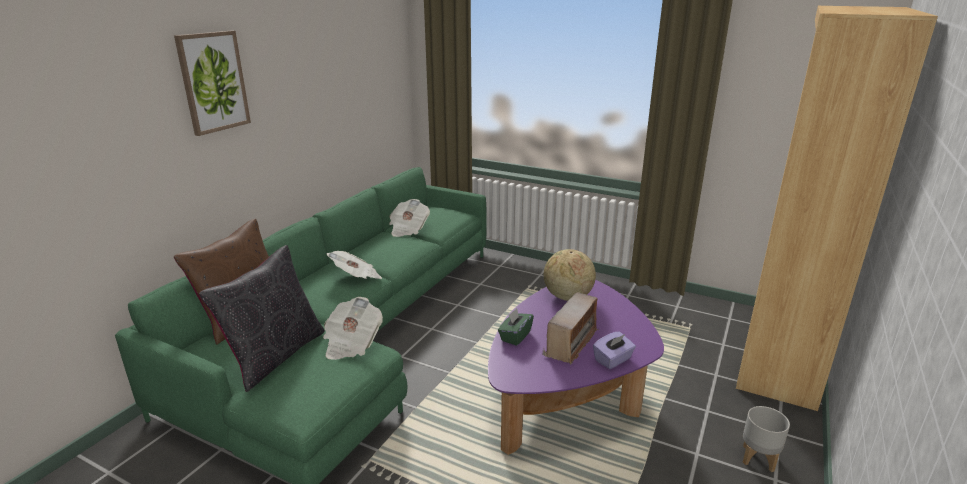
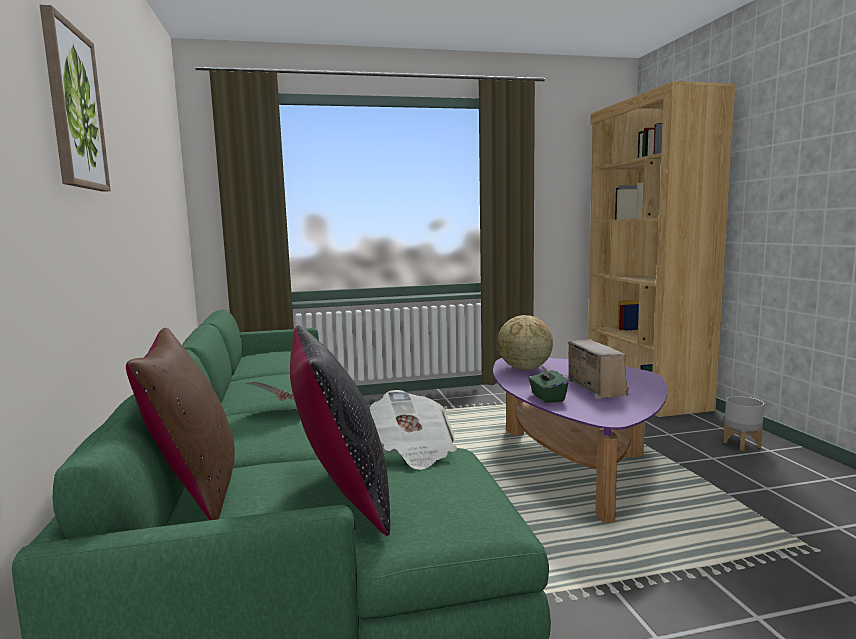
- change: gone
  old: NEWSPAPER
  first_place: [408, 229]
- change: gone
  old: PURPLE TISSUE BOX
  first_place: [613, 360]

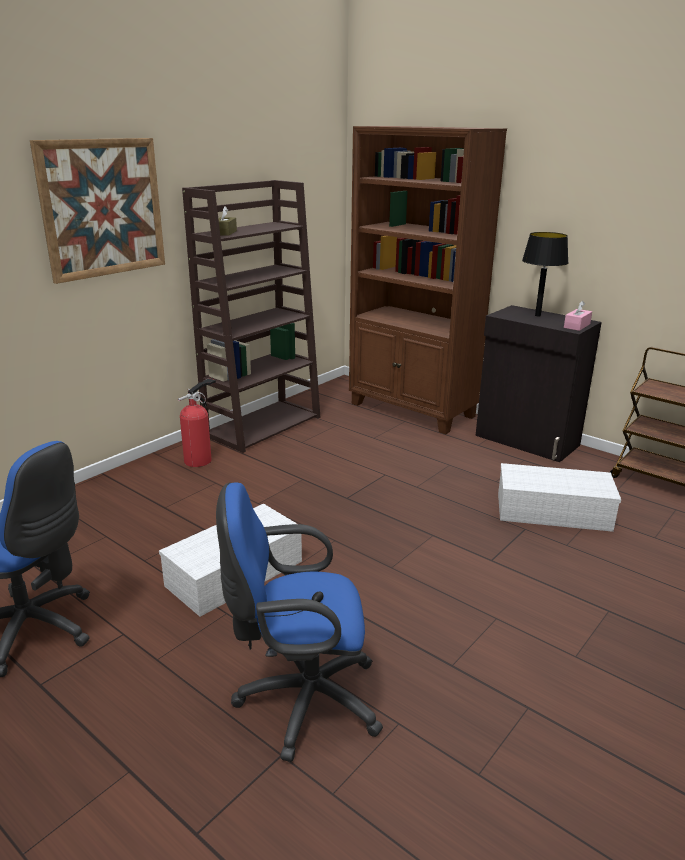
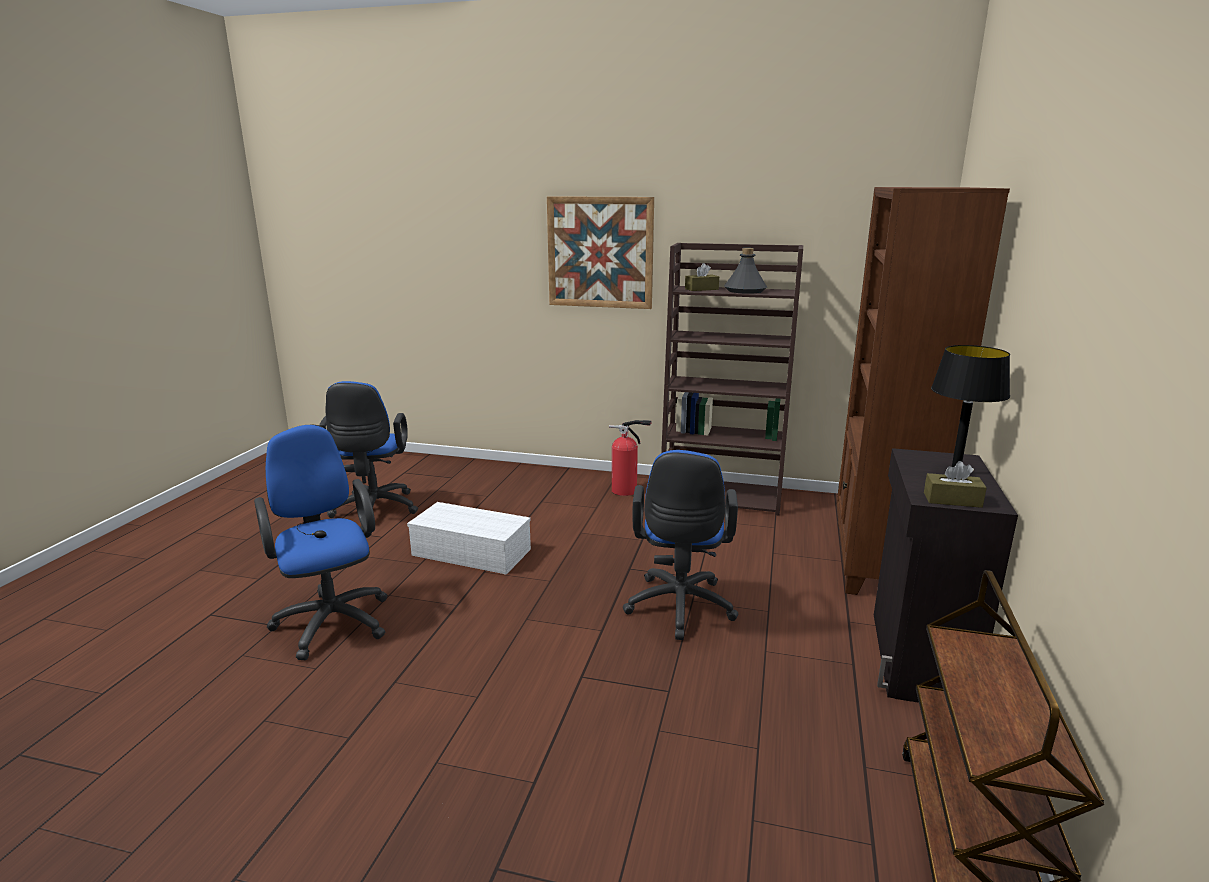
- change: gone
  old: WHITE STORAGE BIN
  first_place: [554, 511]
- change: new
  new: BLUISH COMPUTER CHAIR
  second_place: [679, 610]
- change: new
  new: GREY BEVERAGE BOTTLE
  second_place: [744, 291]
- change: repainted
  old: PINKISH TISSUE BOX
  new: BROWNISH TISSUE BOX
  first_place: [577, 326]
  second_place: [952, 500]

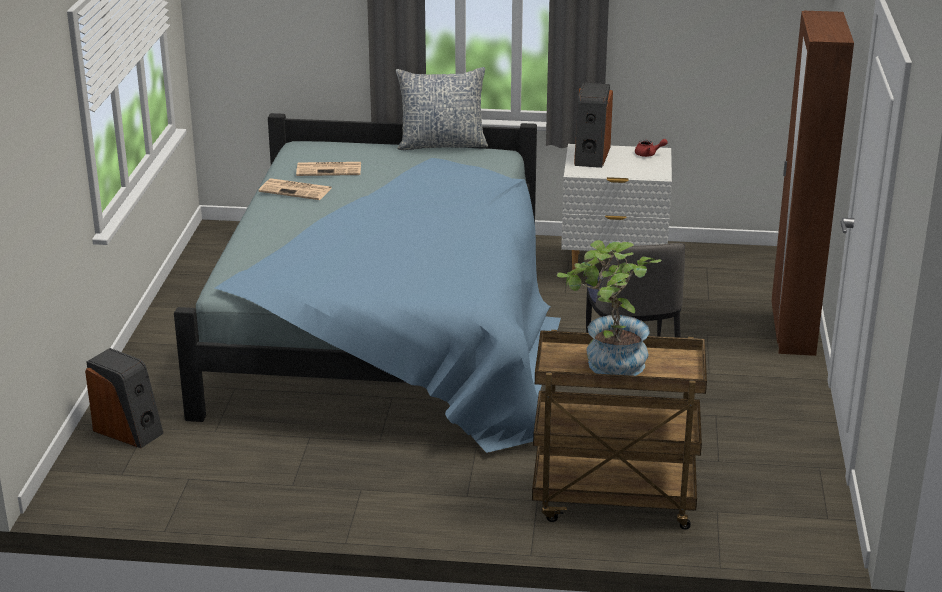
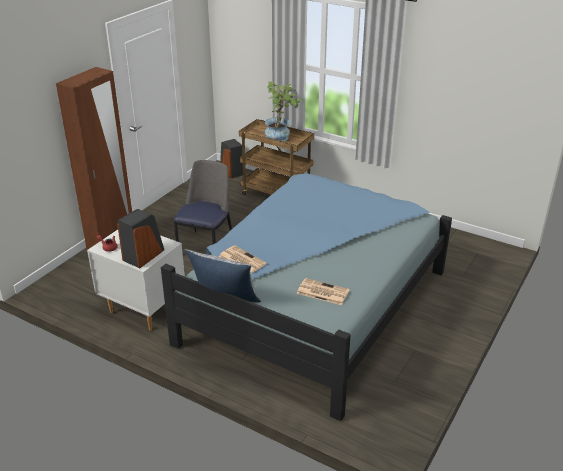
- change: shifted
  old: SPEAKER
  first_place: [128, 431]
  second_place: [231, 171]
- change: shifted
  old: NEWSPAPER
  first_place: [296, 190]
  second_place: [241, 260]

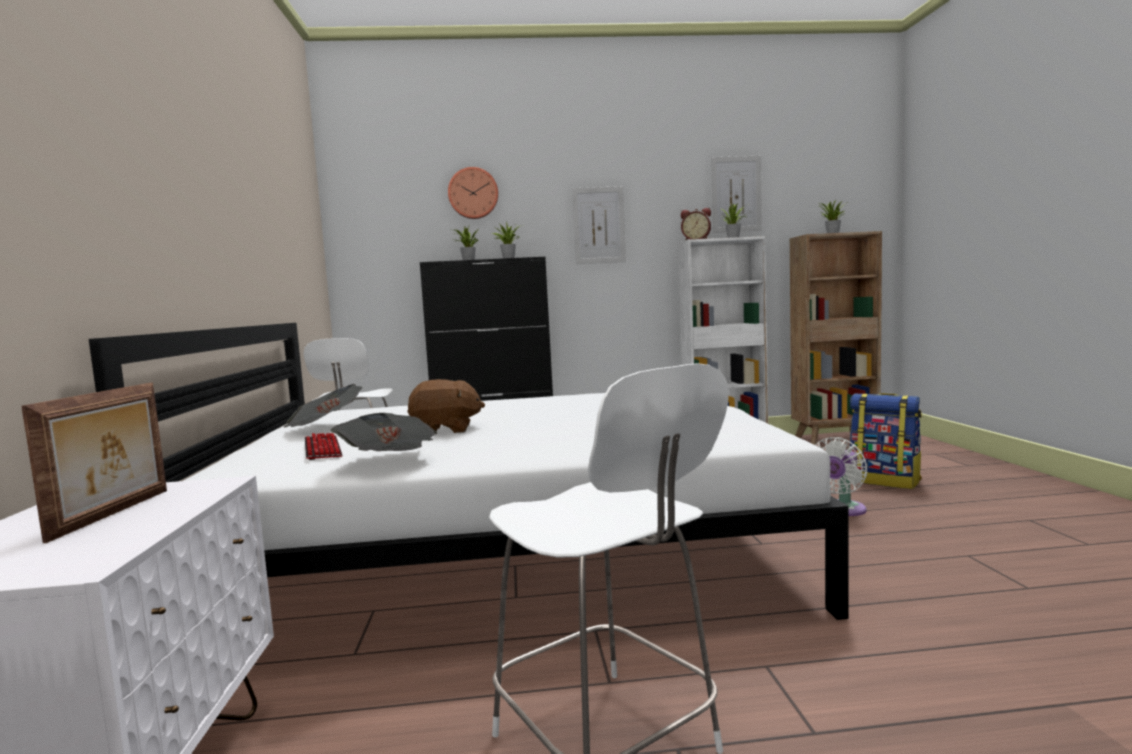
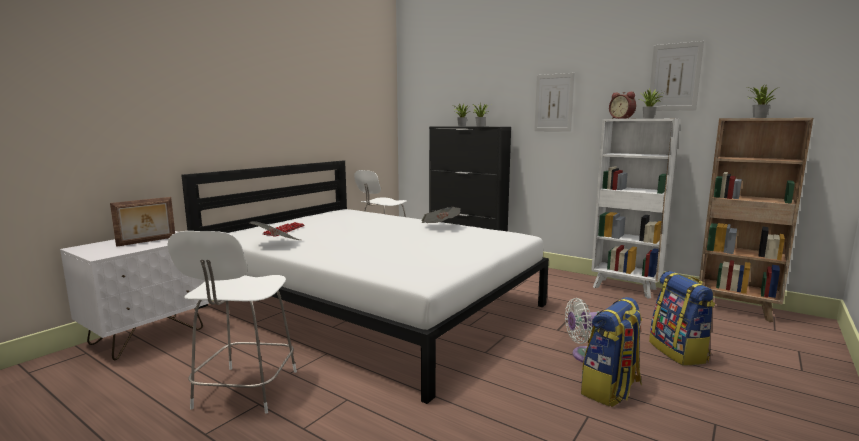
- change: gone
  old: BROWNISH SOFT TOY
  first_place: [445, 430]
- change: gone
  old: CLOCK ON THE WALL
  first_place: [473, 193]
- change: new
  new: BACKPACK
  second_place: [611, 390]
- change: shifted
  old: NEWSPAPER
  first_place: [325, 427]
  second_place: [440, 226]

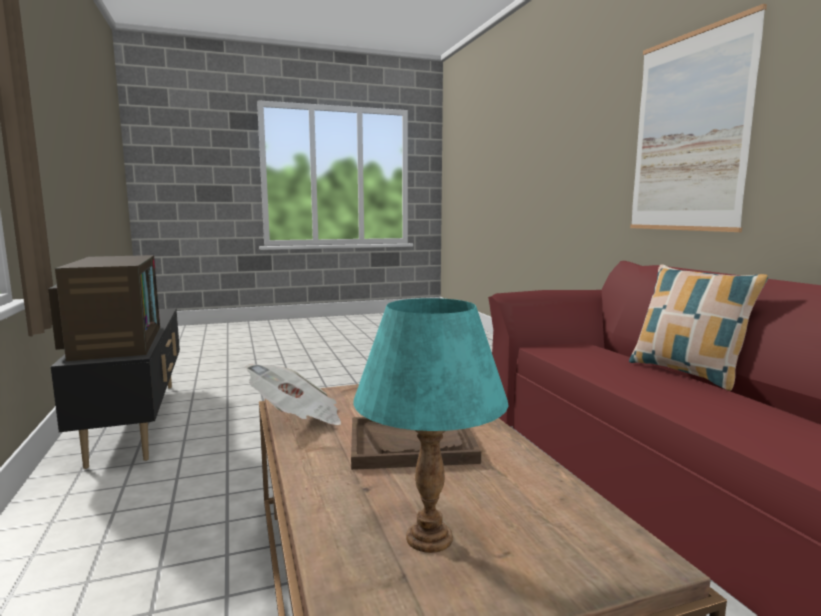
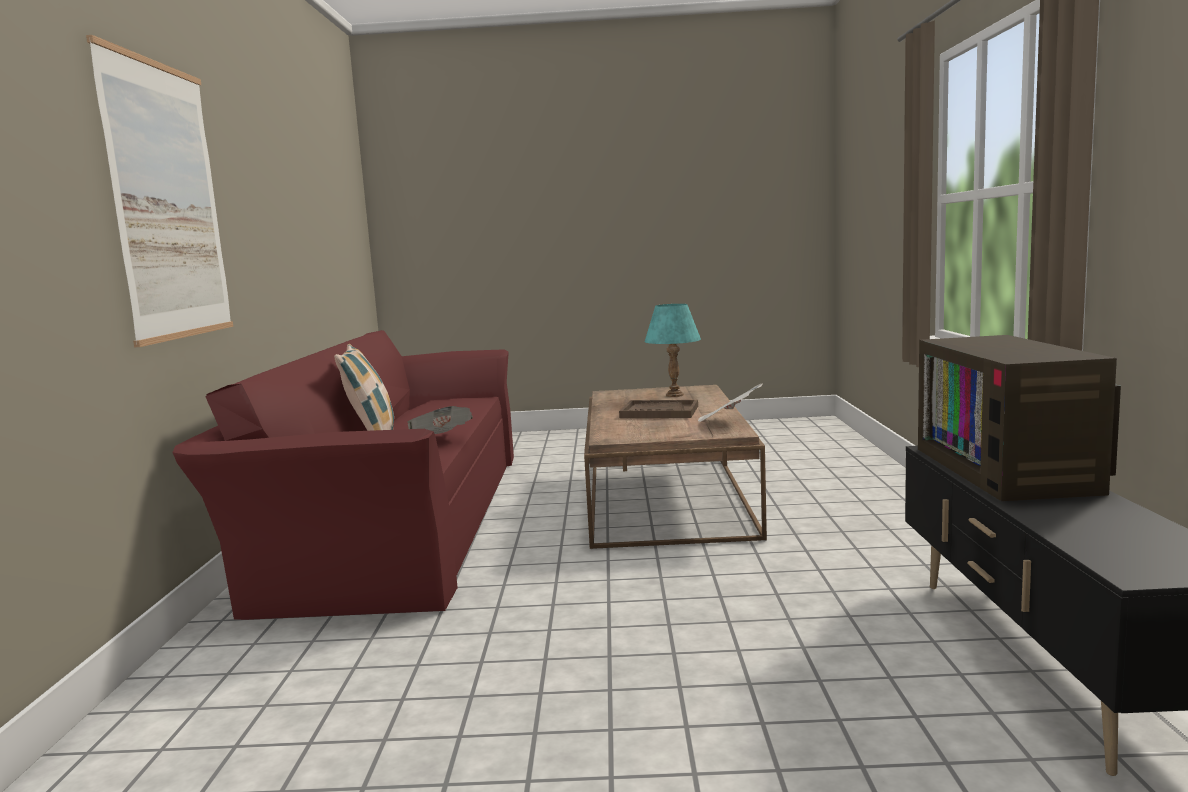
- change: new
  new: NEWSPAPER
  second_place: [441, 440]

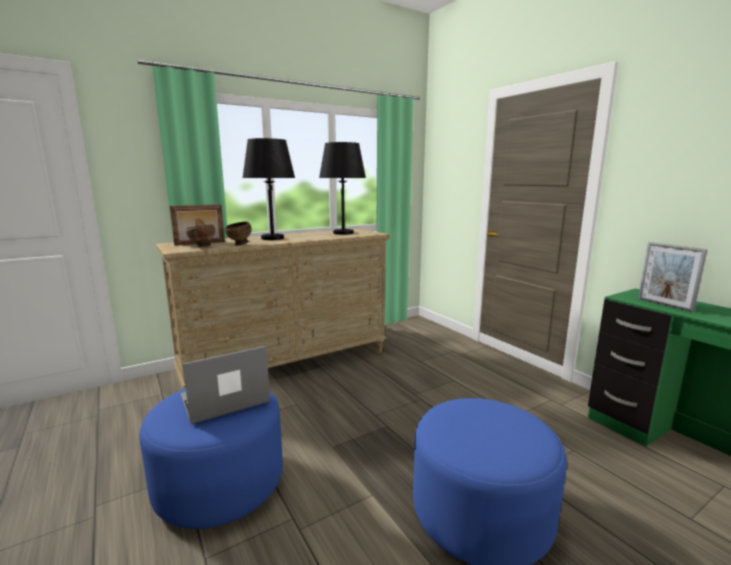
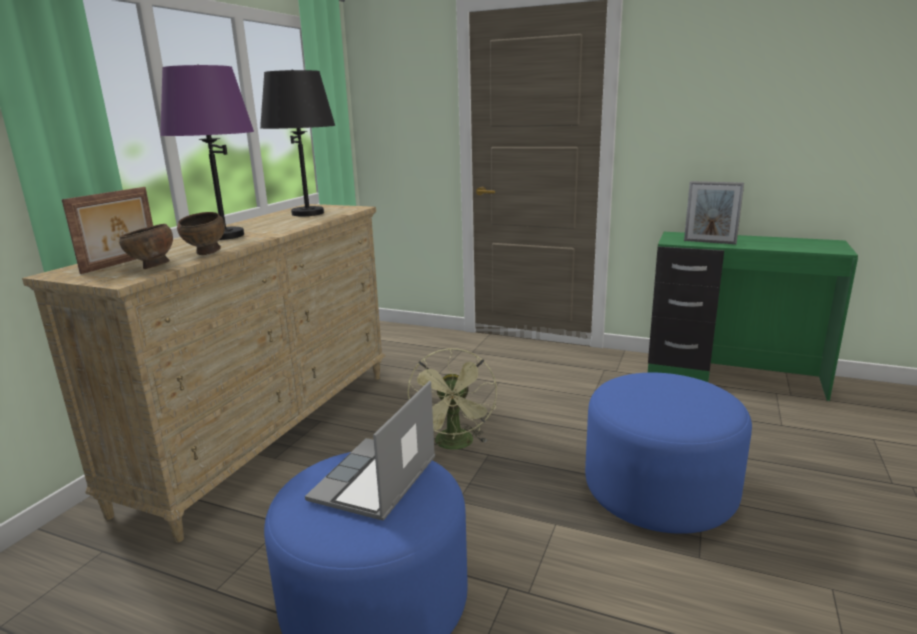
- change: new
  new: GREEN-COLOURED FAN
  second_place: [456, 445]
- change: repainted
  old: BLACK-COLOURED TABLE LAMP
  new: PURPLE TABLE LAMP
  first_place: [272, 238]
  second_place: [224, 236]

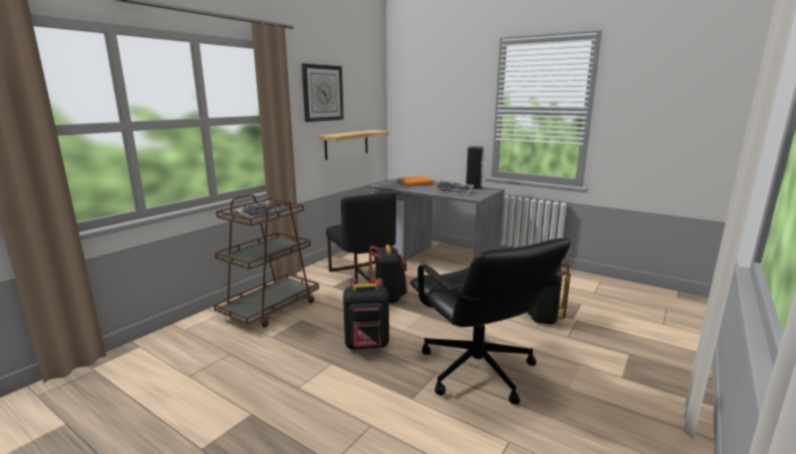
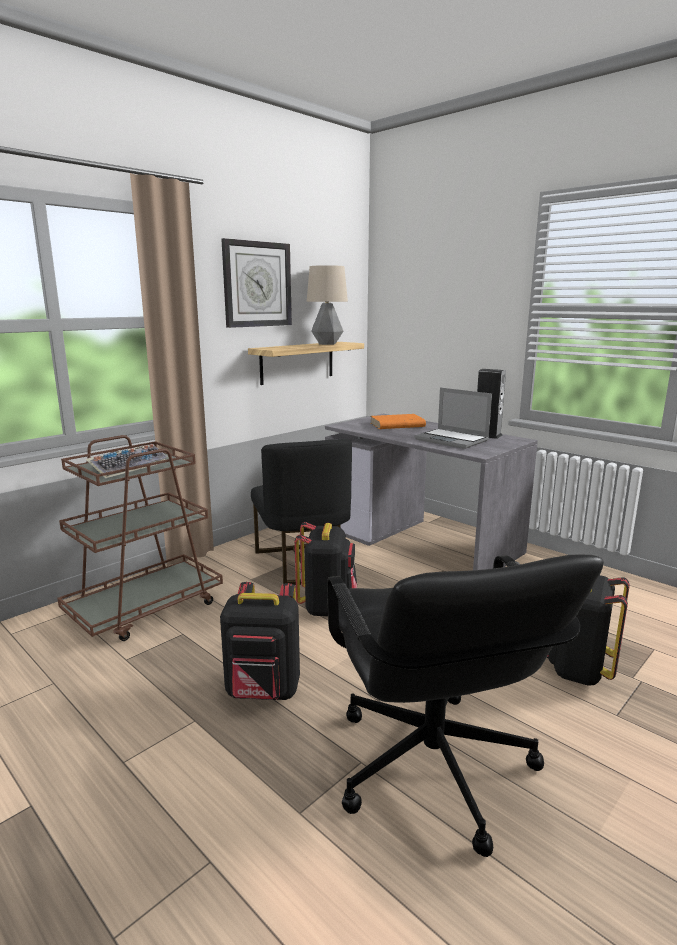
- change: new
  new: TABLE LAMP
  second_place: [327, 344]
- change: swapped
  old: PC KEYBOARD
  new: PORTABLE COMPUTER
  first_place: [454, 191]
  second_place: [453, 440]

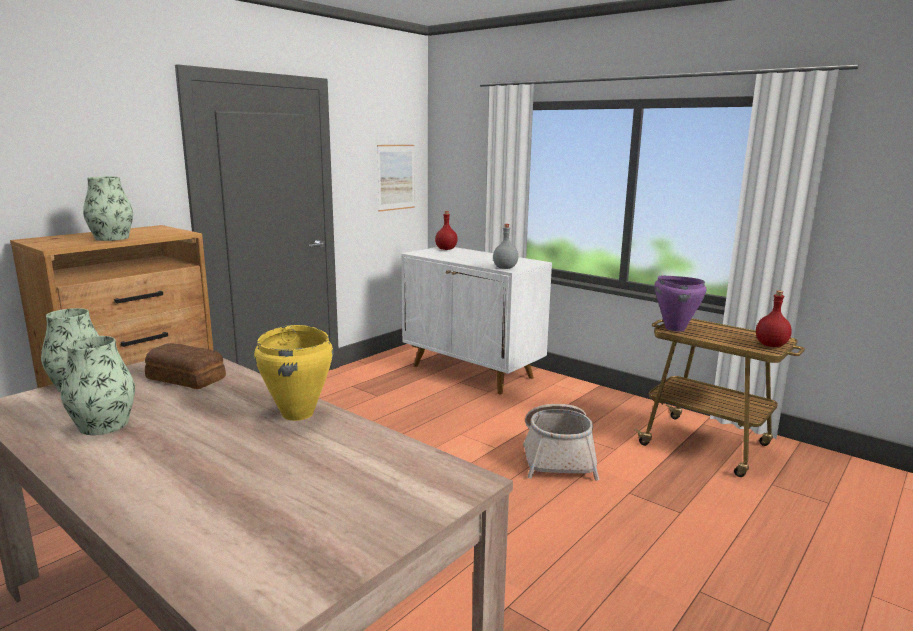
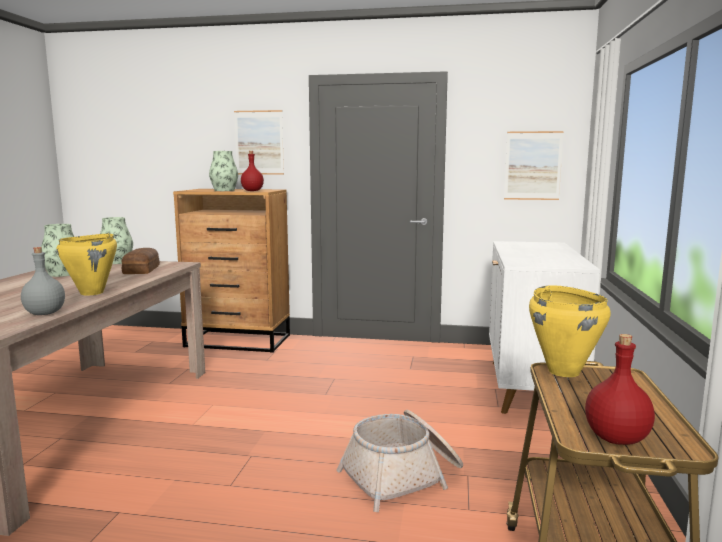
- change: new
  new: WALL ART
  second_place: [259, 142]
- change: shifted
  old: REDDISH BEVERAGE BOTTLE
  first_place: [446, 249]
  second_place: [252, 191]
- change: shifted
  old: GREY BEVERAGE BOTTLE
  first_place: [504, 268]
  second_place: [44, 313]
- change: repainted
  old: PURPLE COOKING POT
  new: YELLOWISH COOKING POT
  first_place: [674, 328]
  second_place: [564, 371]

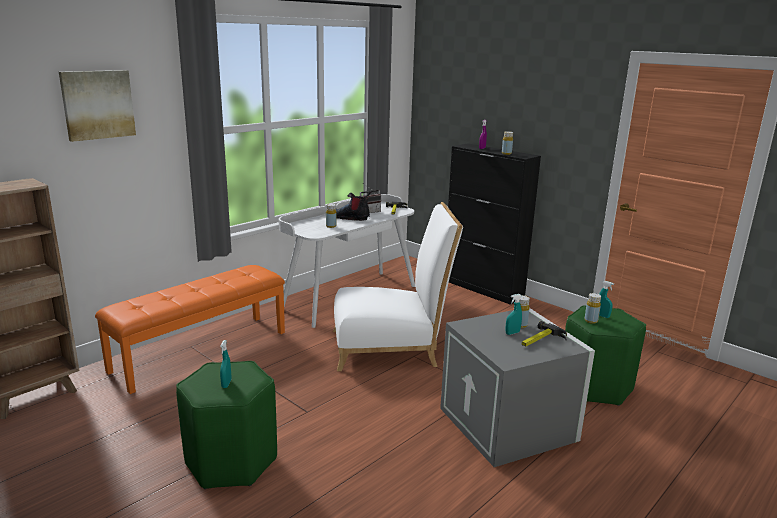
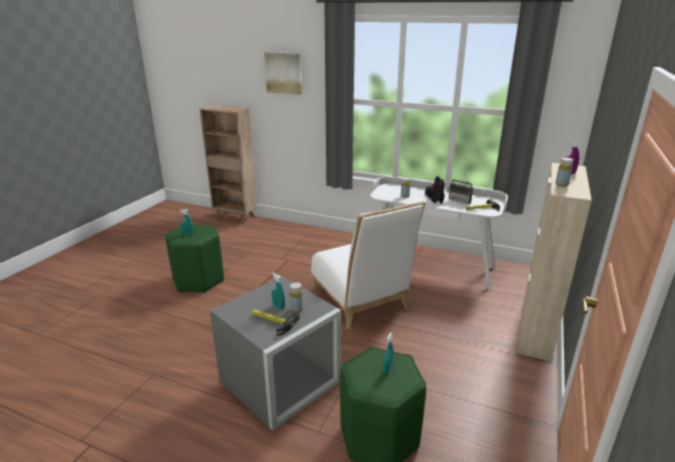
- change: gone
  old: ORANGEY BENCH
  first_place: [201, 351]
- change: gone
  old: YELLOWISH BEVERAGE BOTTLE
  first_place: [591, 321]
- change: repainted
  old: BLACK-COLOURED CUPBOARD
  new: SAND-COLOURED CUPBOARD
  first_place: [483, 288]
  second_place: [535, 329]

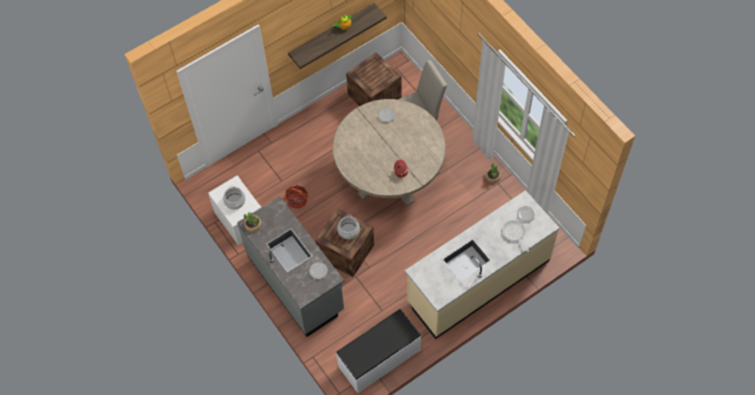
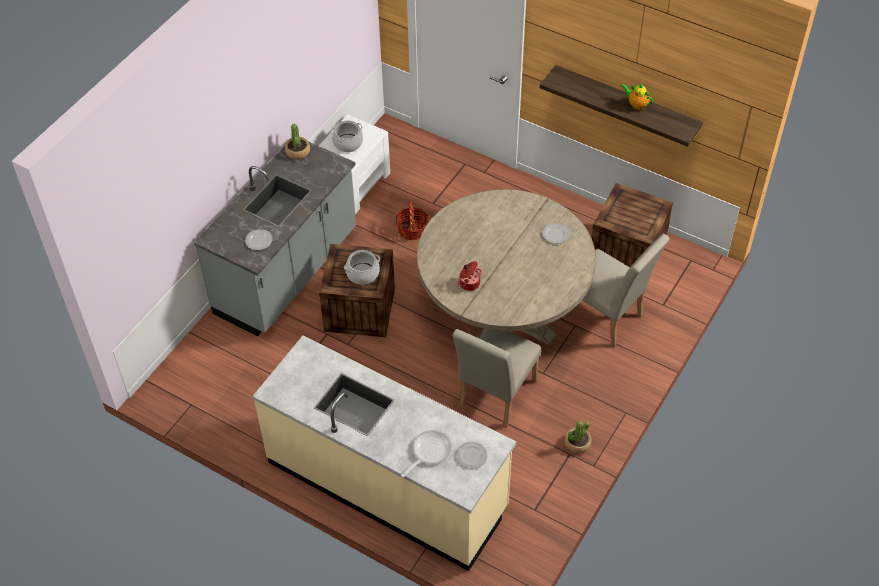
- change: gone
  old: WHITE BENCH
  first_place: [379, 359]
- change: new
  new: SAND-COLOURED UPRIGHT CHAIR
  second_place: [494, 397]

